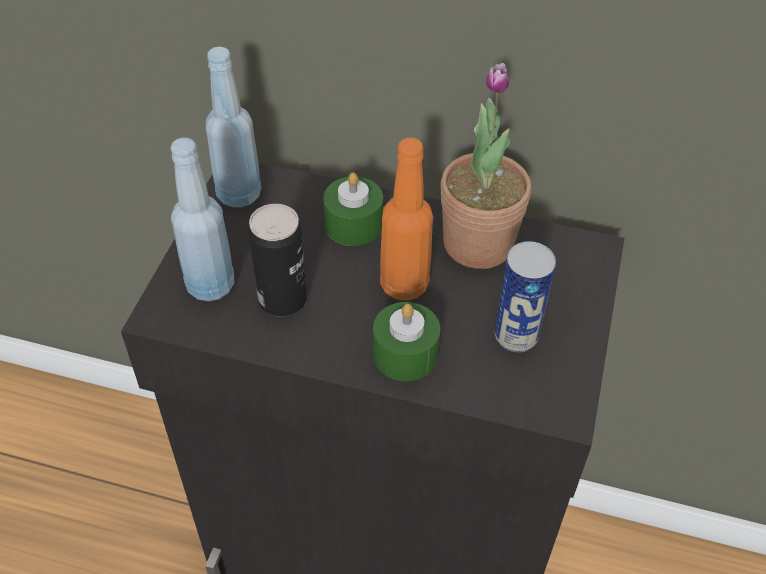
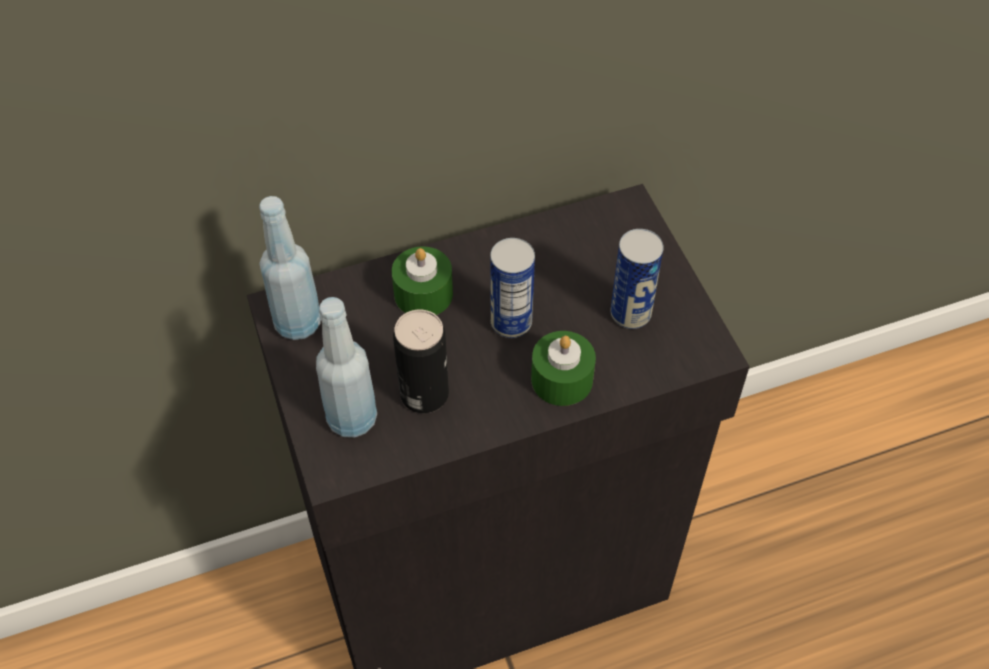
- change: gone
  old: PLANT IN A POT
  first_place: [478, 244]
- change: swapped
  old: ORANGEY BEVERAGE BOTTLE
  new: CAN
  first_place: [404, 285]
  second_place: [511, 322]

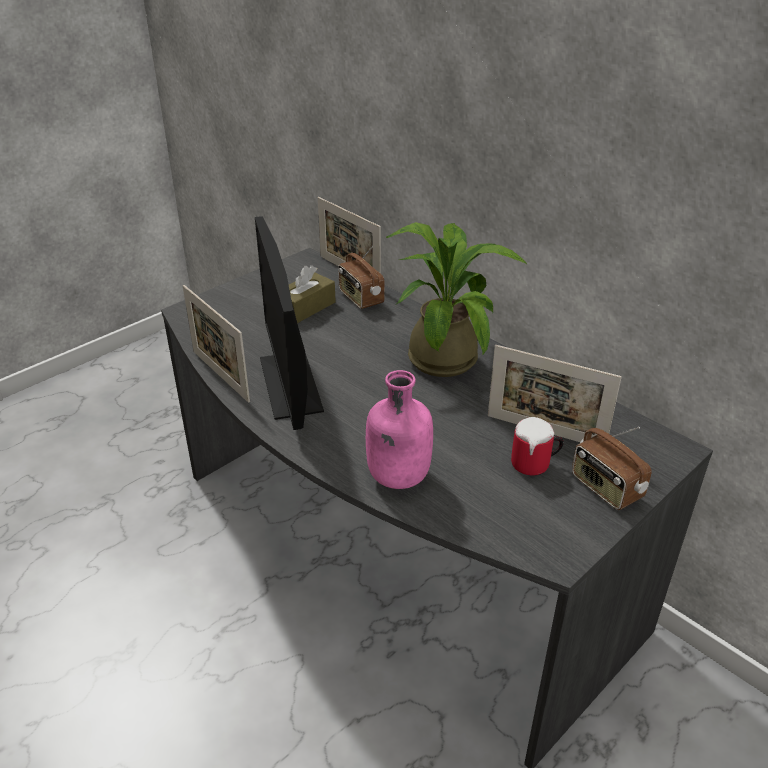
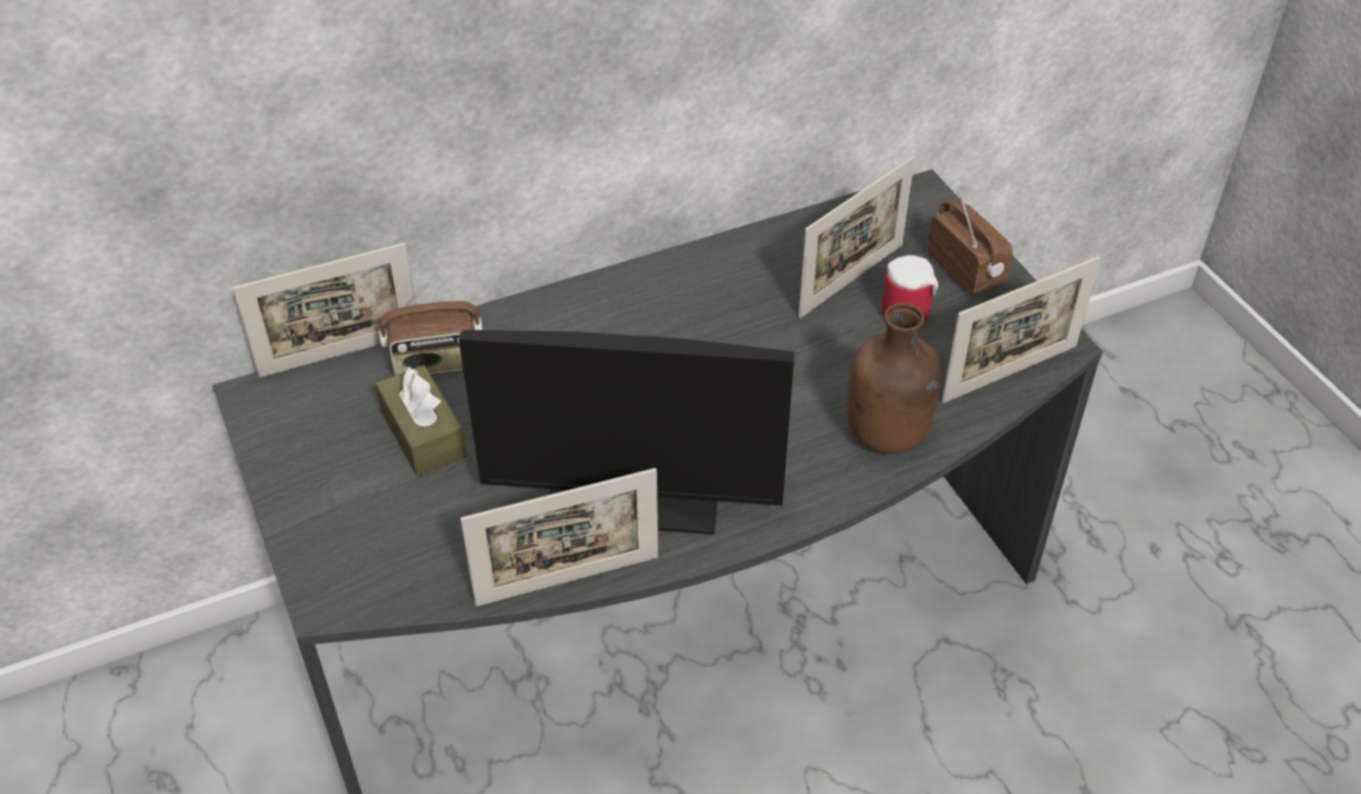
- change: gone
  old: PLANT IN A POT
  first_place: [446, 355]
- change: new
  new: PHOTO FRAME
  second_place: [1010, 373]
- change: repainted
  old: PINKISH BEVERAGE BOTTLE
  new: BROWNISH BEVERAGE BOTTLE
  first_place: [397, 477]
  second_place: [887, 435]
- change: rotated
  old: RADIO
  first_place: [605, 488]
  second_place: [966, 269]
  degrees: -105

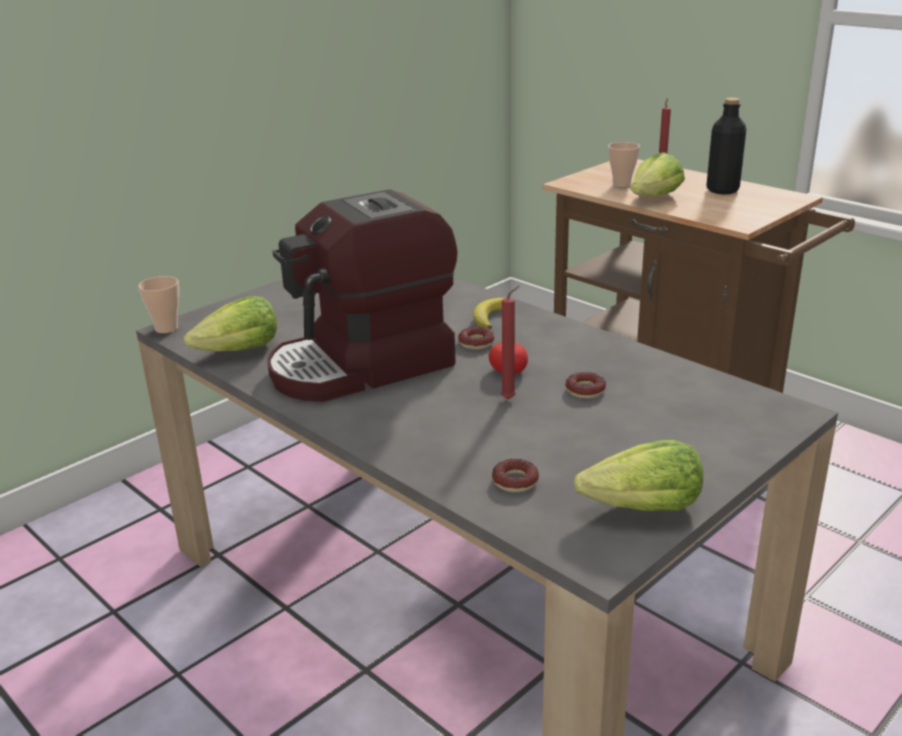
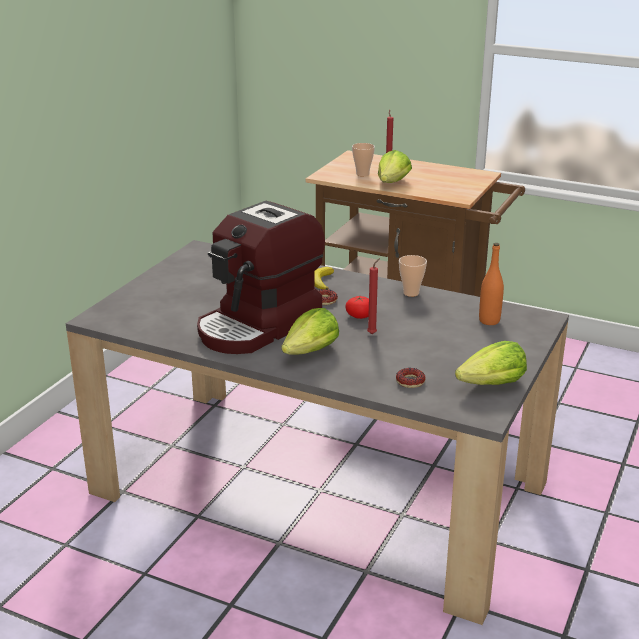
- change: gone
  old: DONUT
  first_place: [585, 390]
- change: gone
  old: BLACK-COLOURED BEVERAGE BOTTLE
  first_place: [722, 190]
- change: new
  new: ORANGEY BEVERAGE BOTTLE
  second_place: [489, 321]
- change: shifted
  old: CUP
  first_place: [166, 328]
  second_place: [411, 293]
- change: shifted
  old: LETTUCE HEAD
  first_place: [239, 351]
  second_place: [311, 351]

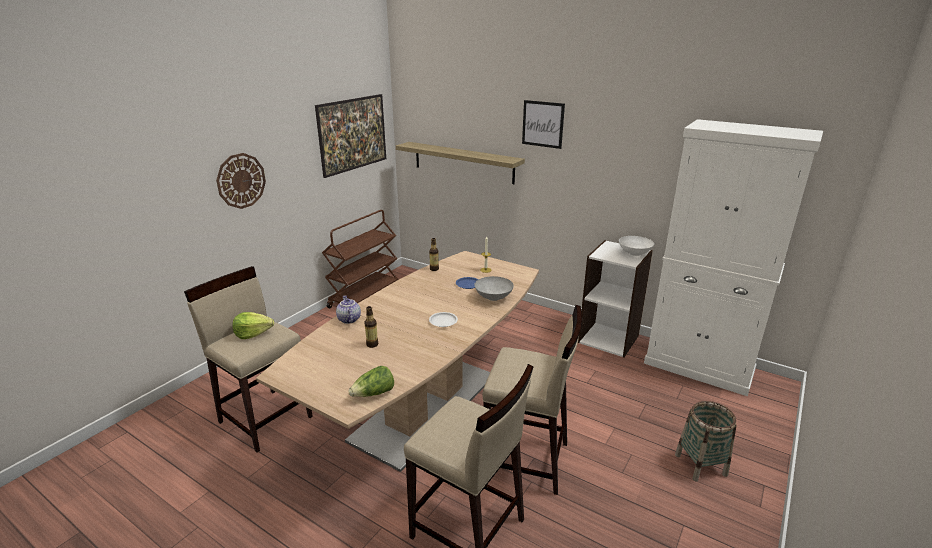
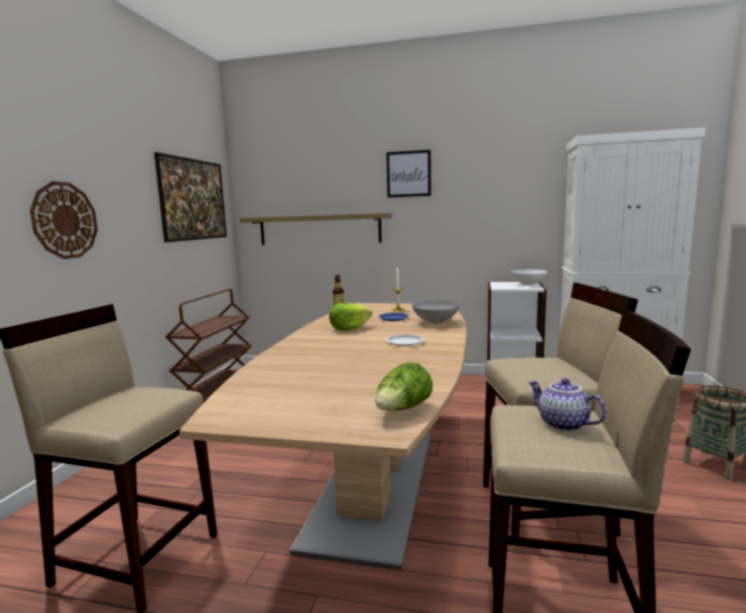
- change: gone
  old: BEVERAGE BOTTLE
  first_place: [372, 344]
- change: shifted
  old: LETTUCE HEAD
  first_place: [253, 333]
  second_place: [349, 328]
- change: shifted
  old: TEAPOT
  first_place: [348, 319]
  second_place: [562, 424]

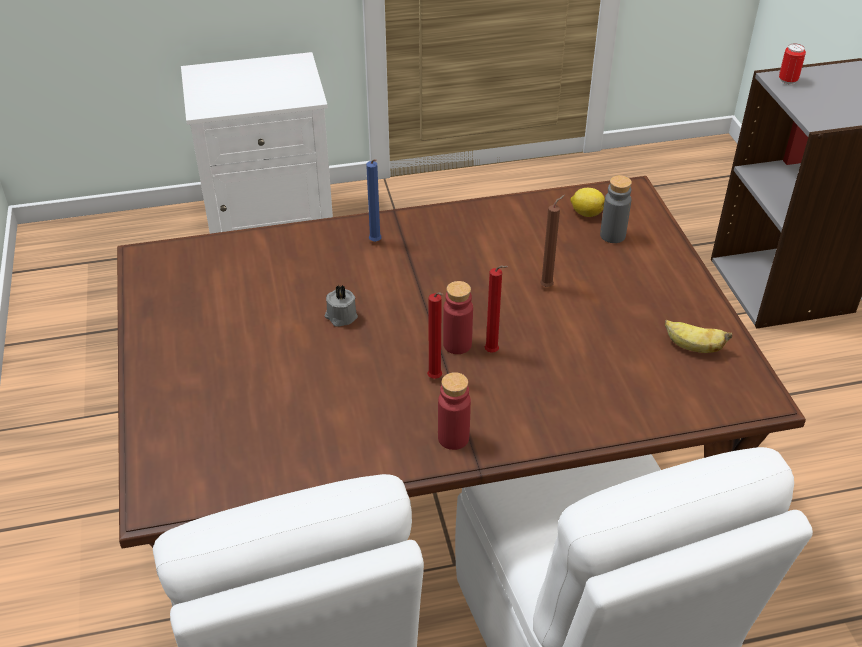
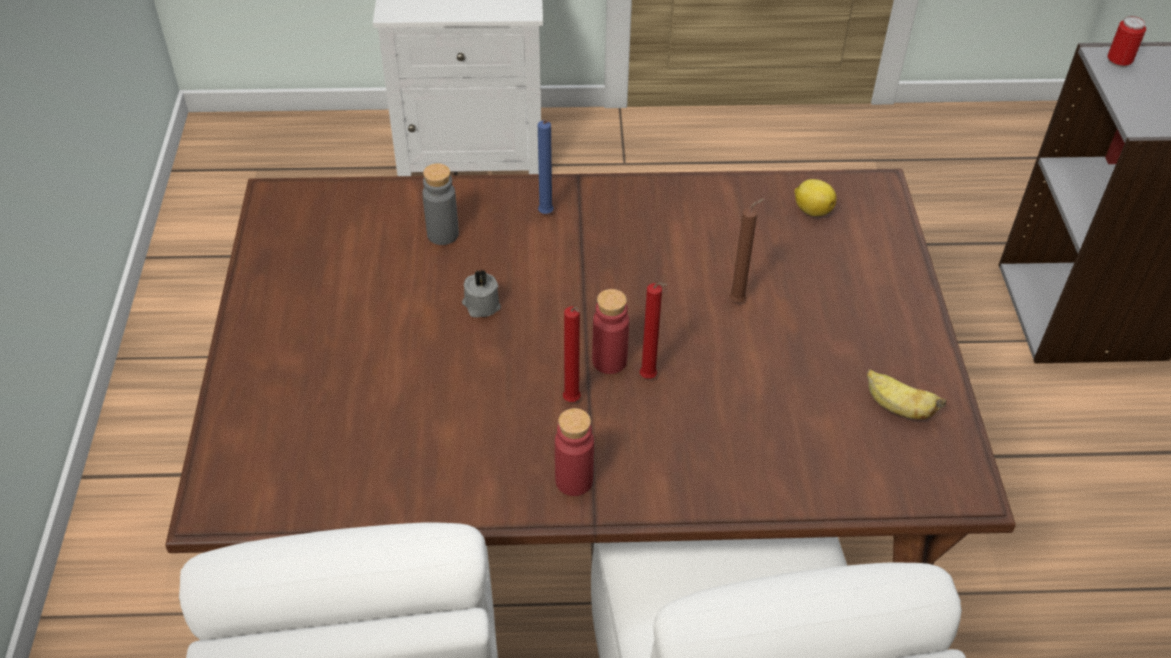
- change: shifted
  old: GREY BEVERAGE BOTTLE
  first_place: [612, 235]
  second_place: [443, 234]

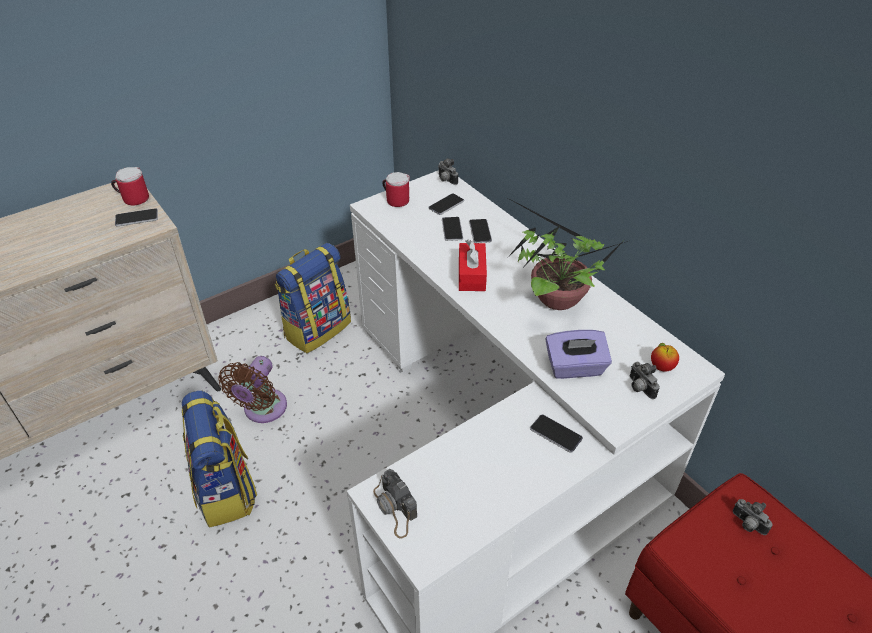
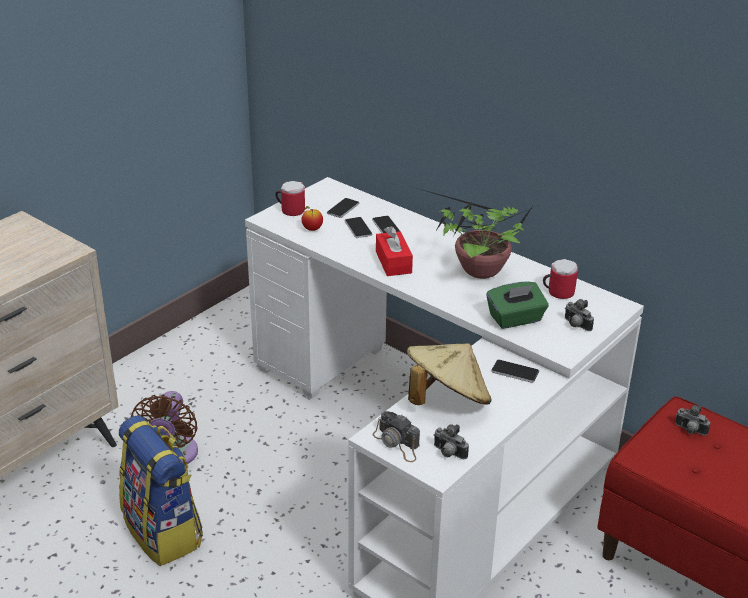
- change: gone
  old: PHONE
  first_place: [137, 218]
- change: gone
  old: BACKPACK
  first_place: [317, 329]
- change: new
  new: SAND-COLOURED CLOTHING HAT
  second_place: [446, 399]
- change: shifted
  old: COFFEE MUG
  first_place: [133, 198]
  second_place: [557, 292]
- change: shifted
  old: STILL CAMERA
  first_place: [446, 180]
  second_place: [448, 453]
- change: shifted
  old: APPLE
  first_place: [661, 367]
  second_place: [312, 229]
- change: repainted
  old: PURPLE TISSUE BOX
  new: GREEN-COLOURED TISSUE BOX
  first_place: [575, 368]
  second_place: [515, 319]

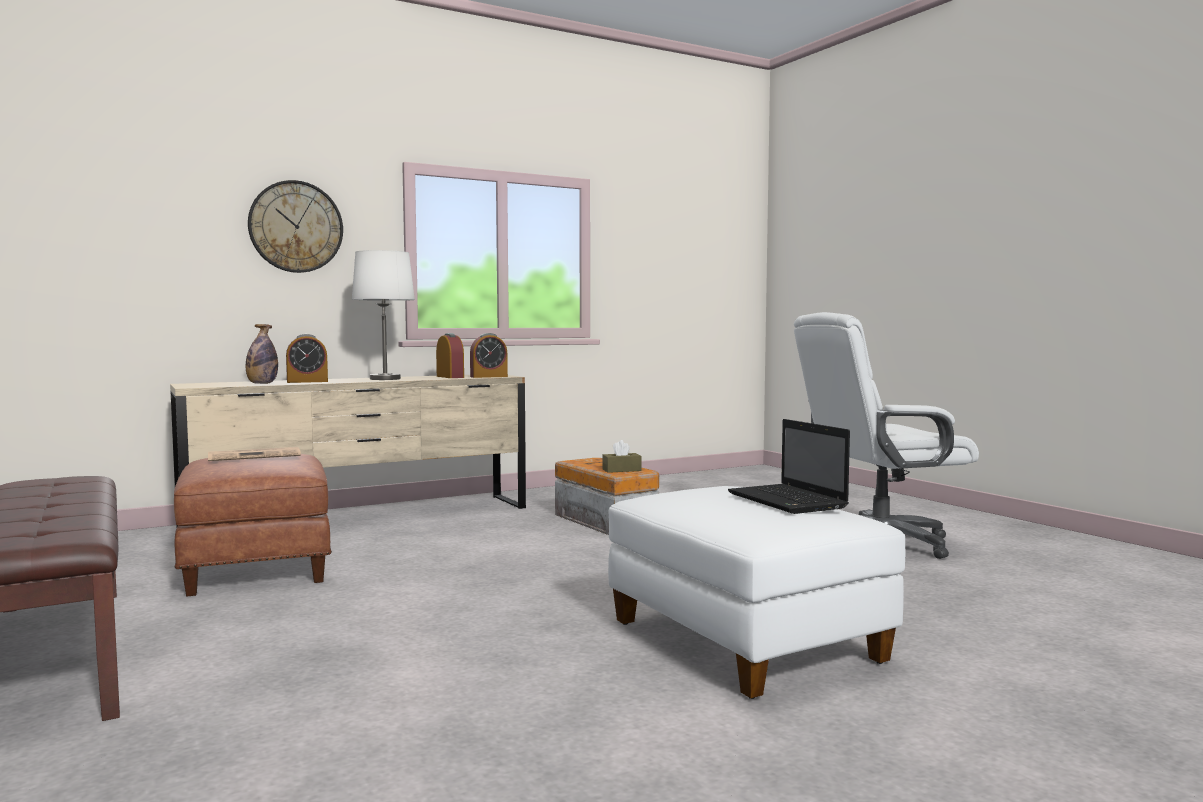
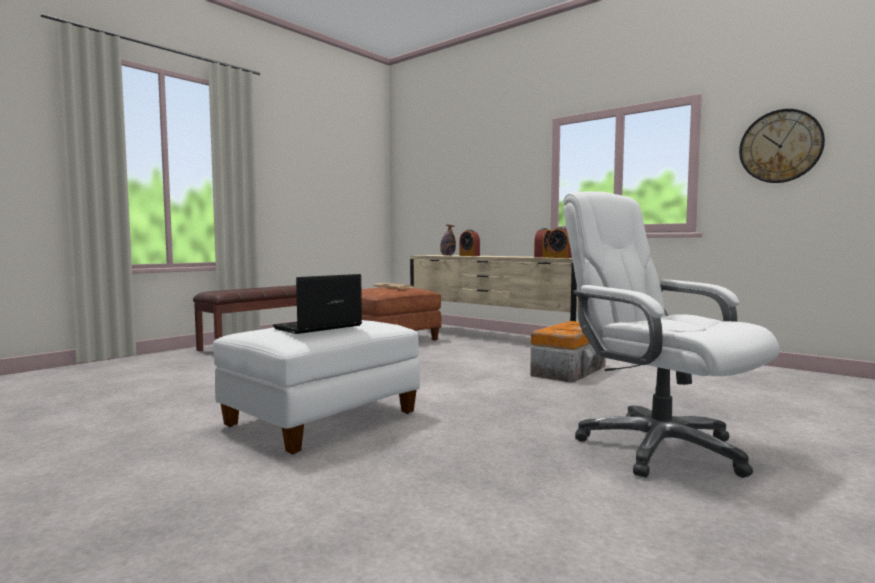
- change: gone
  old: WHITE TABLE LAMP
  first_place: [384, 379]
- change: gone
  old: BROWNISH TISSUE BOX
  first_place: [621, 470]
- change: shifted
  old: CLOCK ON THE WALL
  first_place: [296, 227]
  second_place: [780, 146]

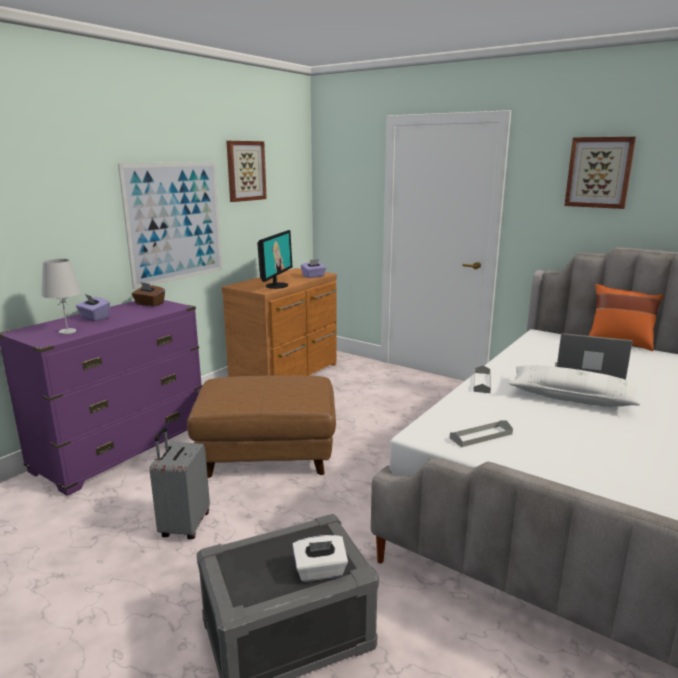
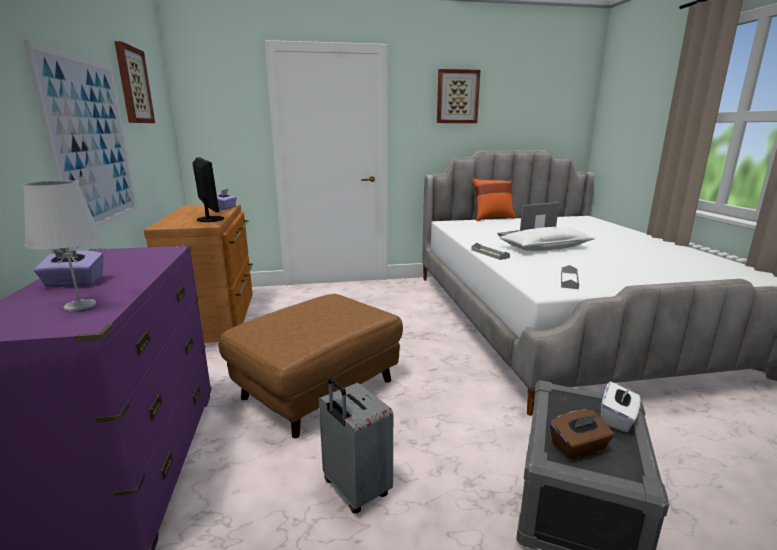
- change: shifted
  old: BROWNISH TISSUE BOX
  first_place: [149, 304]
  second_place: [578, 447]

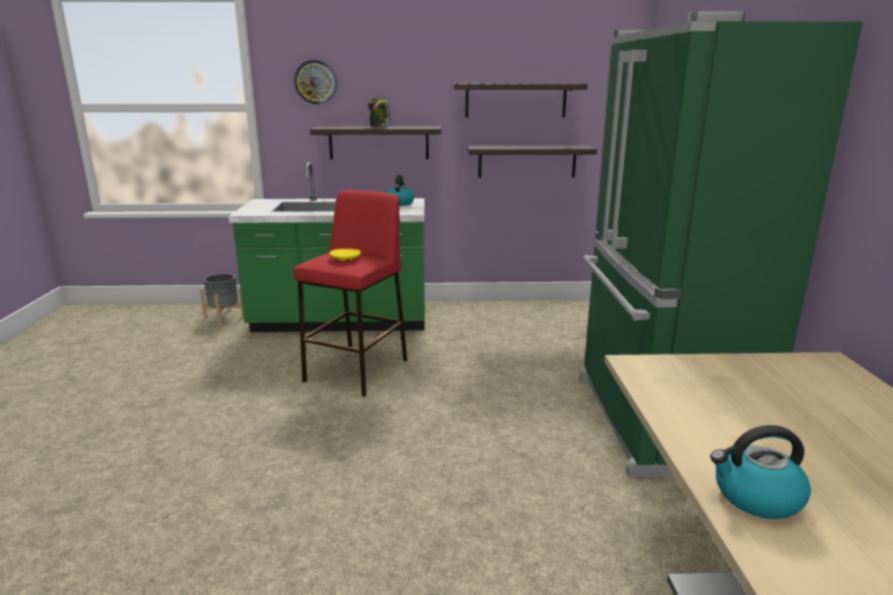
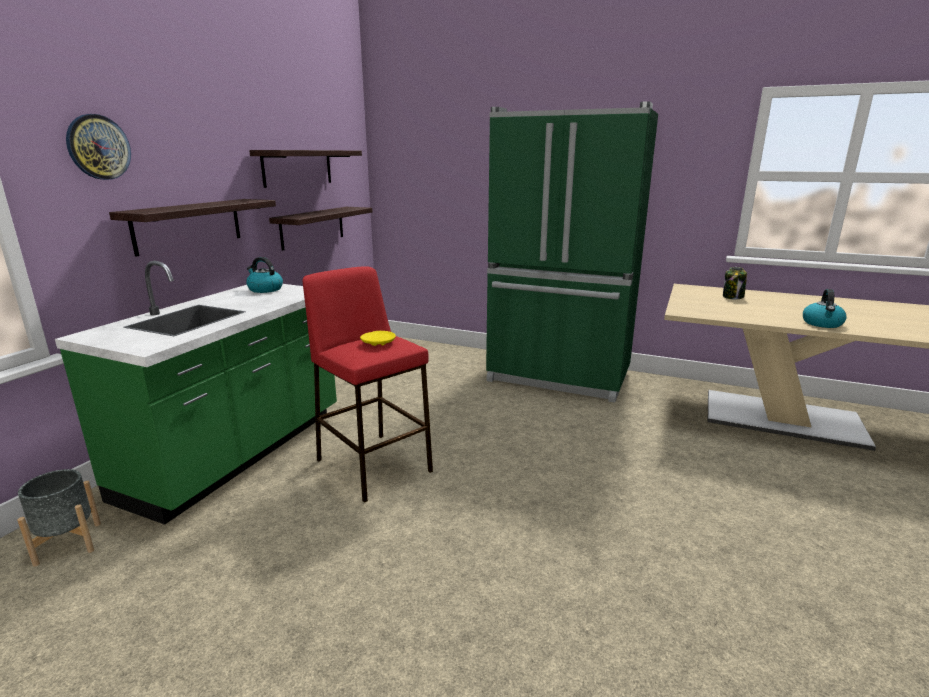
- change: shifted
  old: JAR
  first_place: [379, 126]
  second_place: [733, 297]

